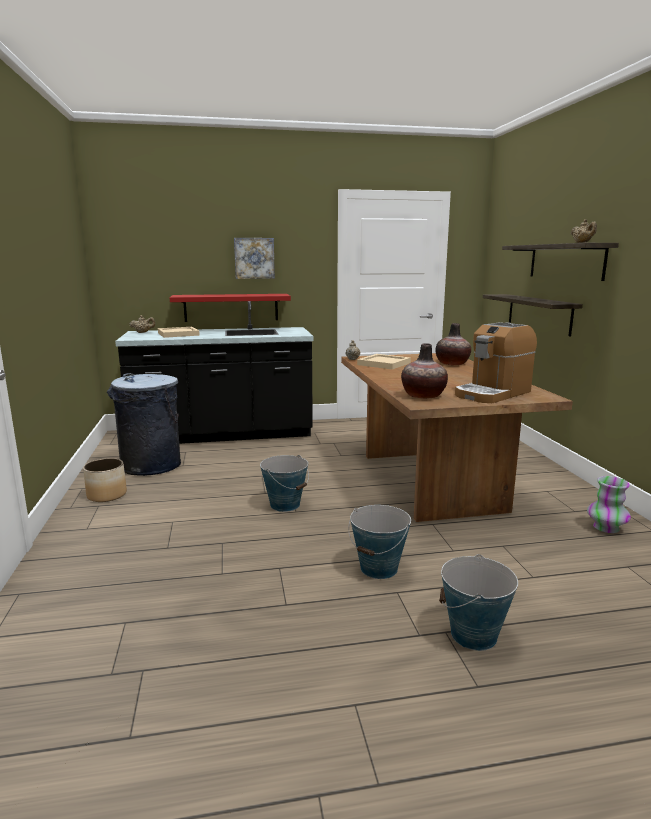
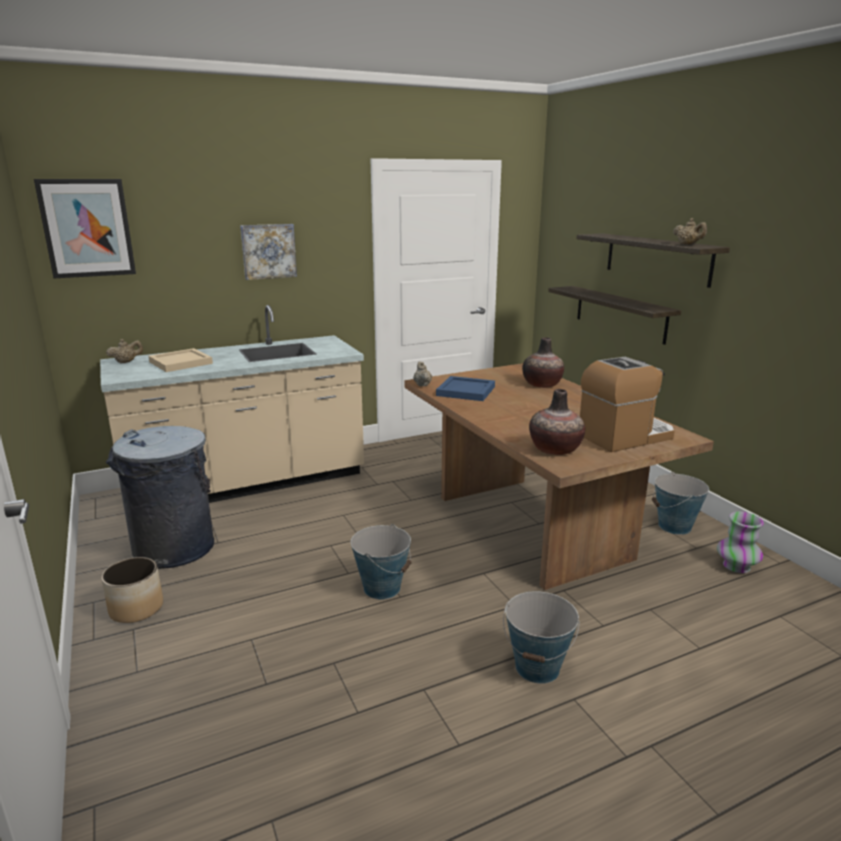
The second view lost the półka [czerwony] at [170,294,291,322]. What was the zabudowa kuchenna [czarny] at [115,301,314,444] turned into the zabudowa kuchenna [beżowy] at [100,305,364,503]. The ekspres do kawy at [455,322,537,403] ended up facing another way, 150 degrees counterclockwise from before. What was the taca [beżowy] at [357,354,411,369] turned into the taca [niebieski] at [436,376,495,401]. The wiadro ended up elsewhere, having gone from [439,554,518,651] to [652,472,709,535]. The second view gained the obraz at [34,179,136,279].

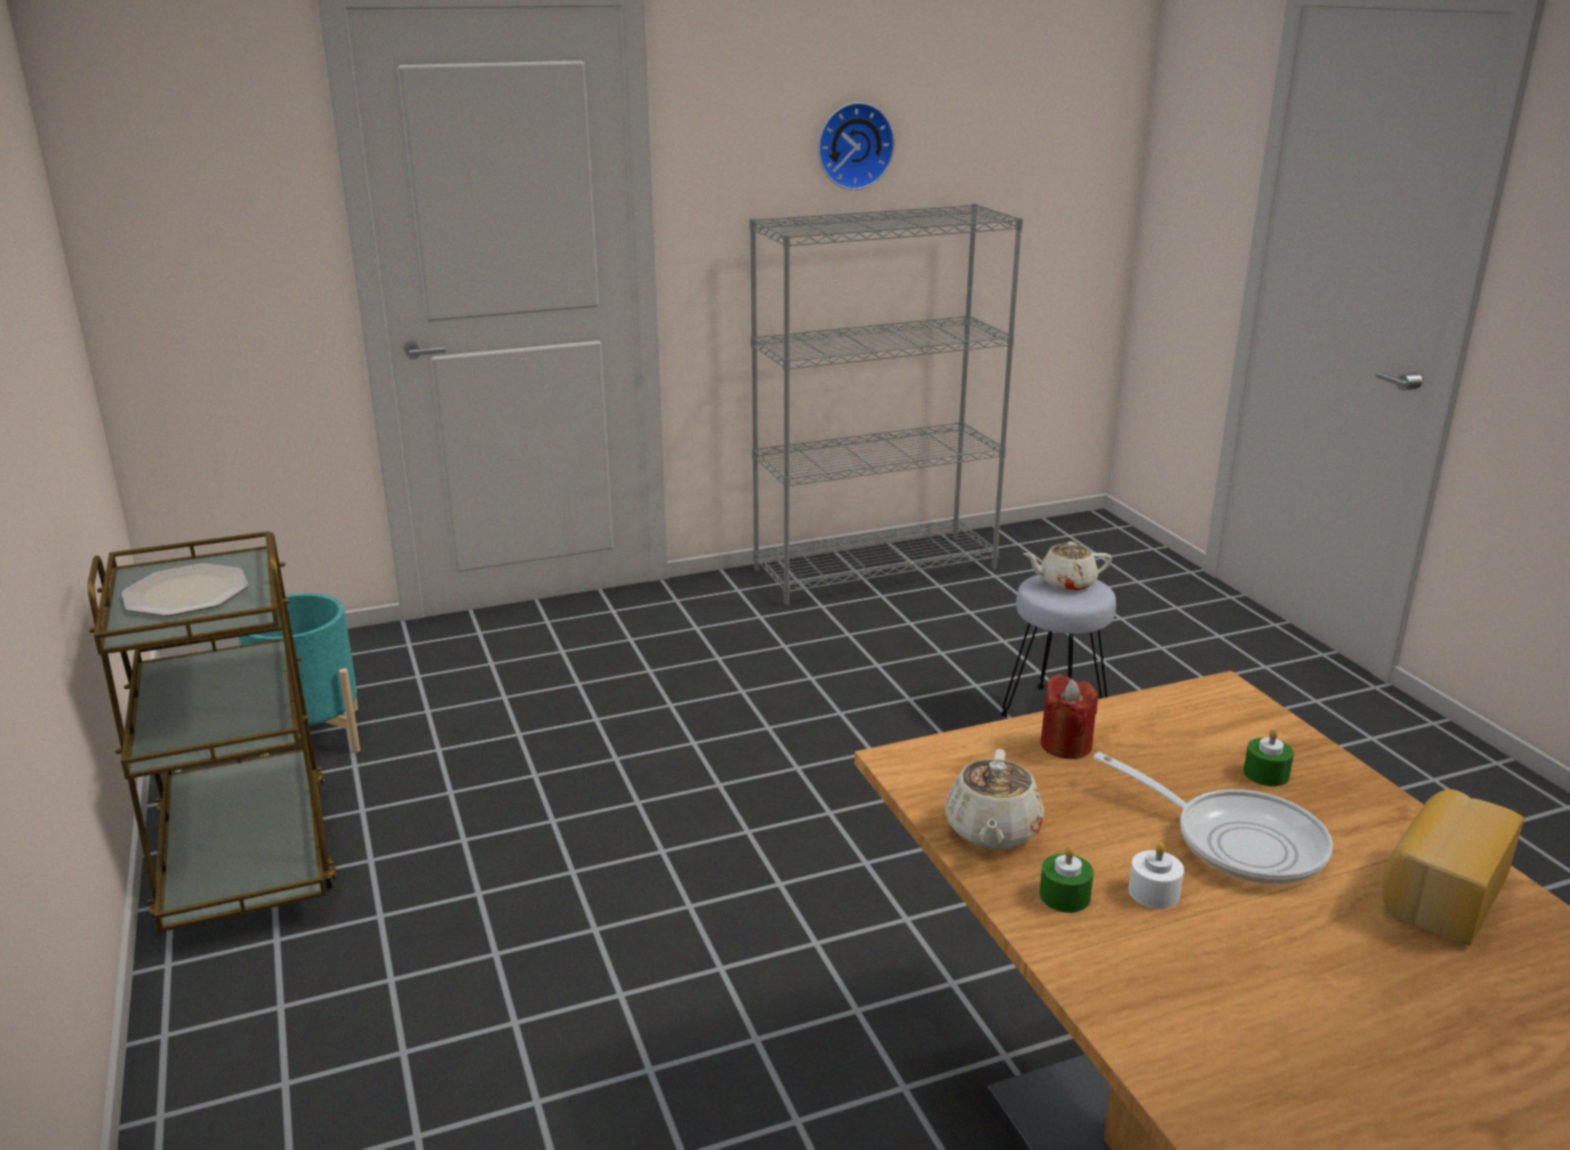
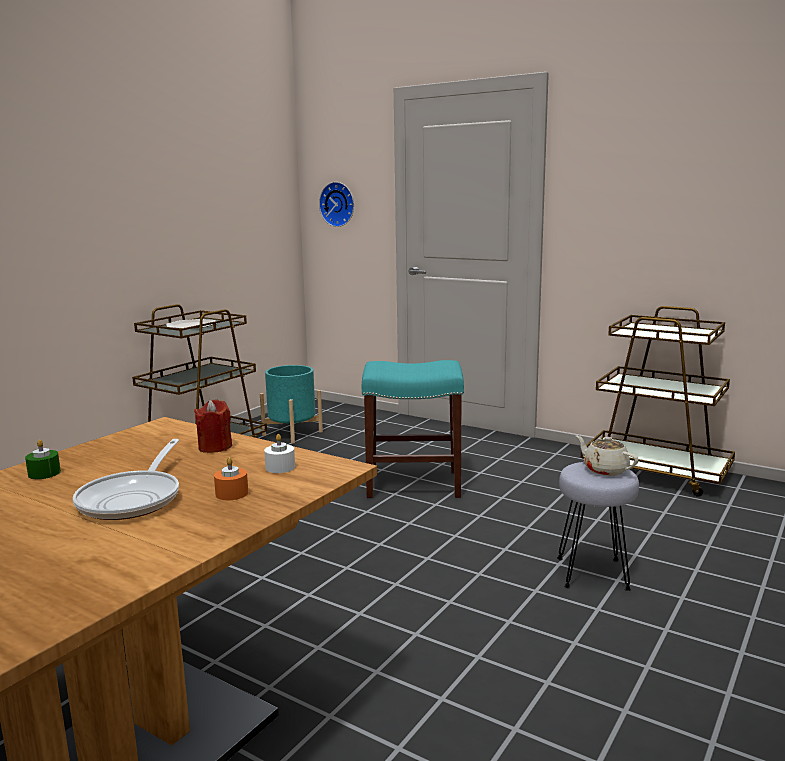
The zegar ścienny ended up elsewhere, having gone from [818,102,895,190] to [319,182,354,227]. Where the regał [szary] stood at [749,203,1023,605], the wózek [brązowy] came to stand at [581,306,735,497]. What was the świeca [zielony] at [1243,728,1294,786] turned into the świeca [pomarańczowy] at [214,457,248,500]. The second view lost the imbryk [beżowy] at [945,749,1044,849]. The second view lost the chleb at [1382,789,1524,946]. The świeca [biały] ended up elsewhere, having gone from [1128,843,1184,909] to [264,434,295,473]. The second view gained the stołek [turkusowy] at [362,360,464,498].

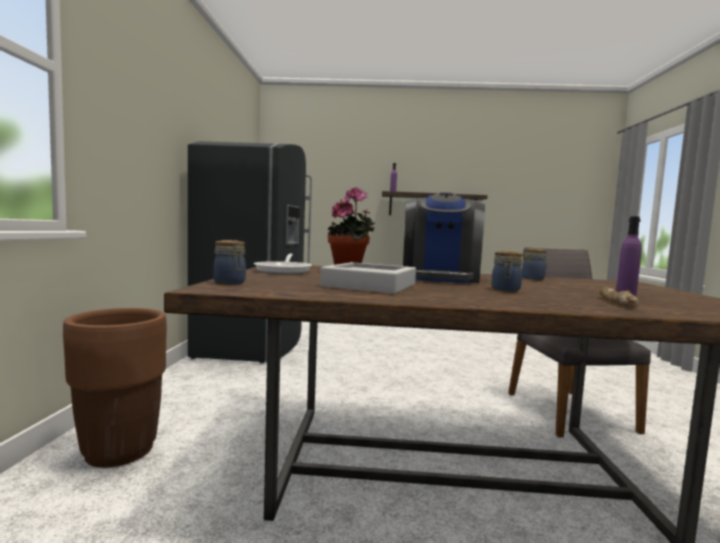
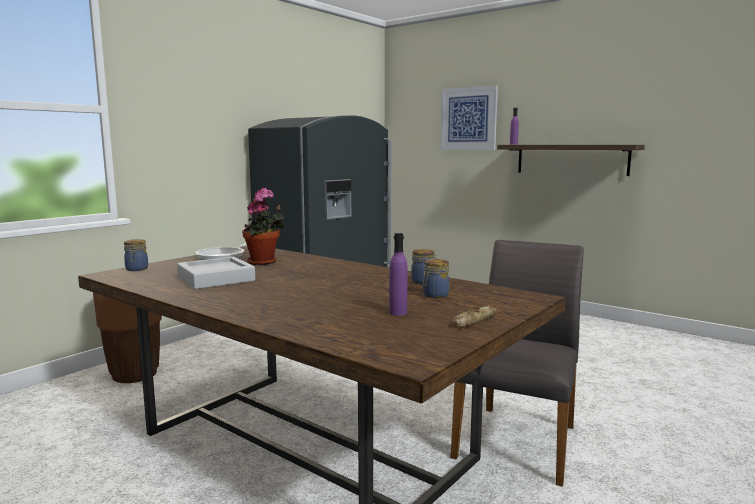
The second view lost the ekspres do kawy at [403,192,485,283]. The słoik ended up elsewhere, having gone from [491,251,523,292] to [423,259,449,298]. The chleb ended up elsewhere, having gone from [600,287,639,307] to [453,305,497,328]. The second view gained the obraz at [441,85,498,150].

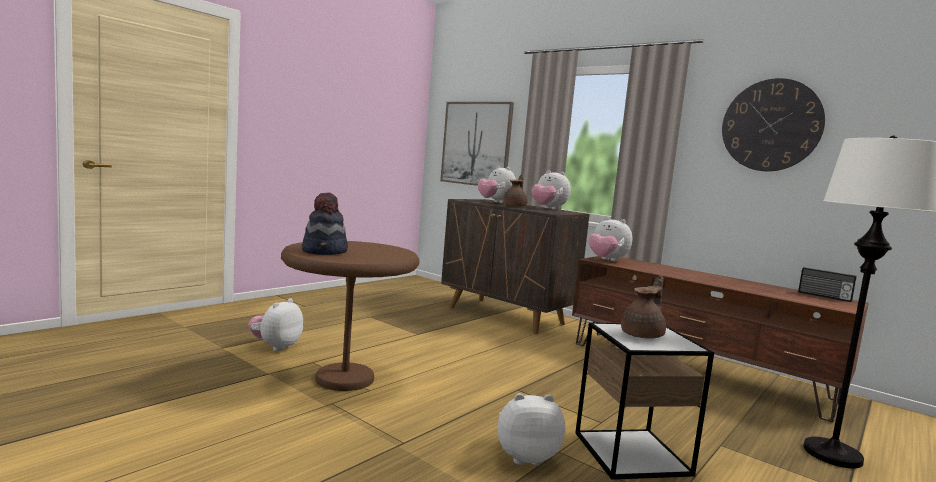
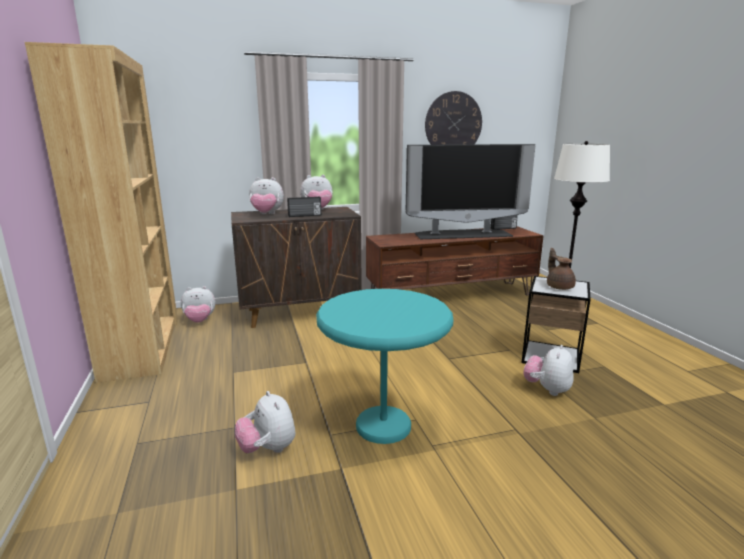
The second view lost the obraz at [440,102,514,186]. Where the imbryk [brązowy] stood at [503,174,527,207], the radio came to stand at [287,196,321,217]. The second view lost the kapelusz at [302,193,348,255]. The pluszak ended up elsewhere, having gone from [588,217,632,261] to [181,286,215,323]. What was the stolik [brązowy] at [281,241,420,391] turned into the stolik [turkusowy] at [316,289,453,444]. The second view gained the regał [brązowy] at [25,42,178,383]. The second view gained the telewizor at [406,144,535,239].

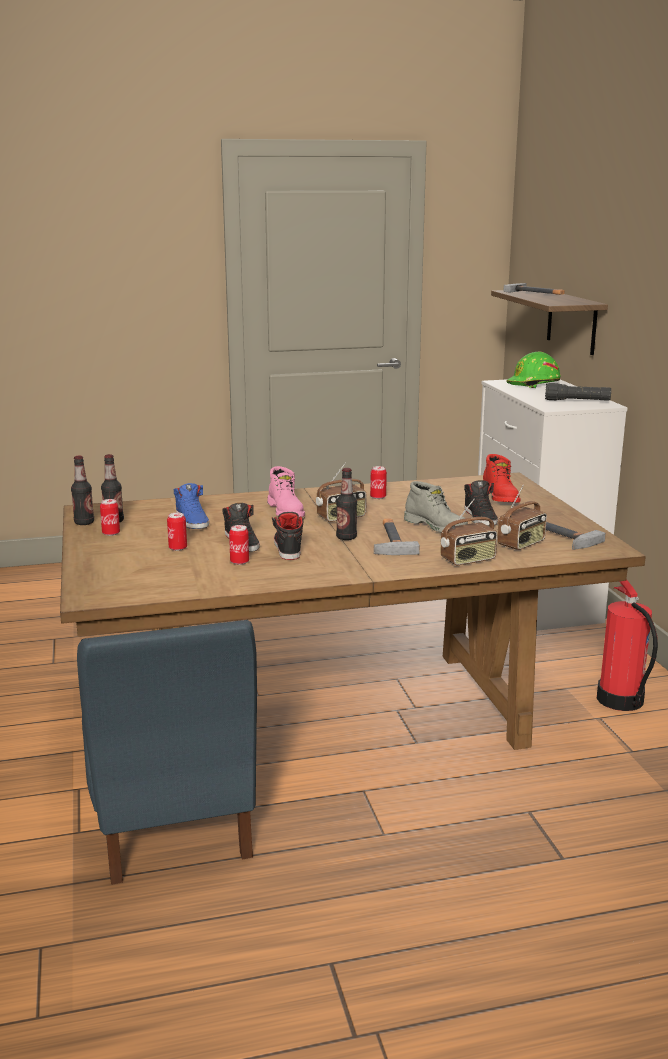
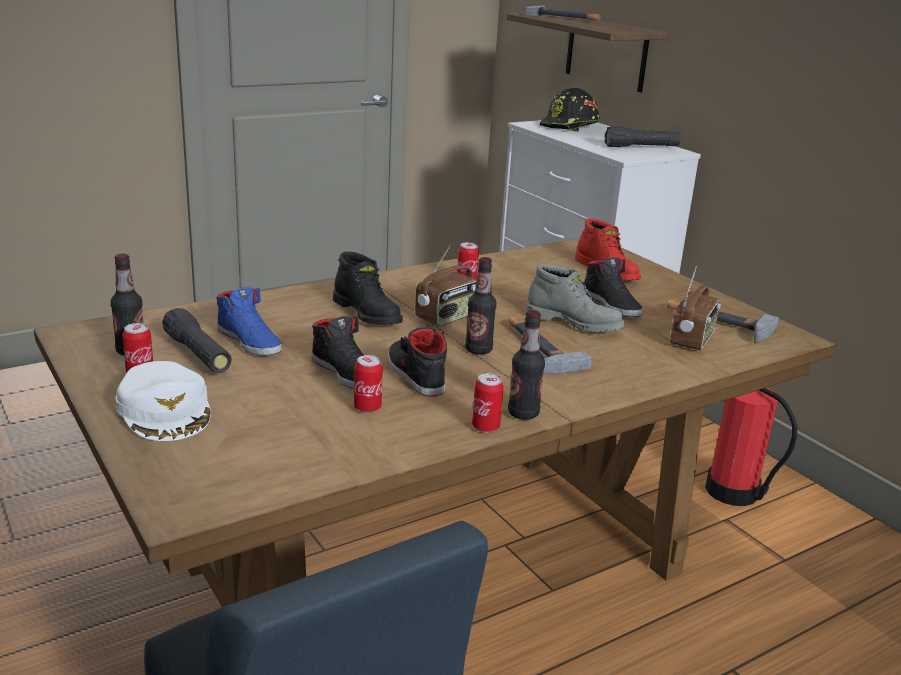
What was the kask [zielony] at [506,352,561,388] turned into the kask [czarny] at [540,88,600,132]. The butelka ended up elsewhere, having gone from [71,456,94,525] to [508,310,545,420]. What was the but z cholewką [różowy] at [267,466,305,517] turned into the but z cholewką [czarny] at [333,251,403,325]. The second view lost the radio at [441,499,497,565]. The puszka ended up elsewhere, having gone from [167,512,187,551] to [472,373,504,433]. The second view gained the latarka [czarny] at [162,308,232,373]. The second view gained the czapka z daszkiem [biały] at [116,361,211,441].

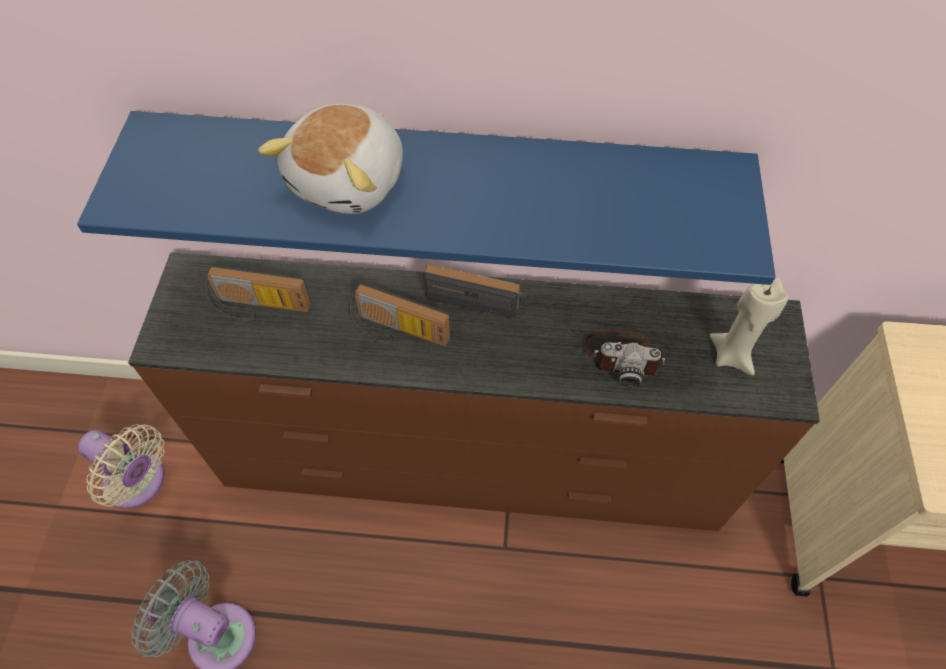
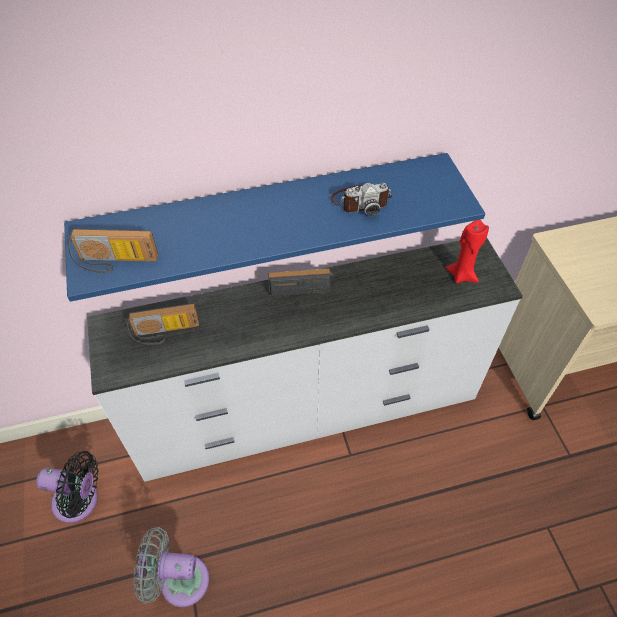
The second view lost the pluszak at [258,104,403,214]. What was the komoda [brązowy] at [128,252,820,531] turned into the komoda [biały] at [87,238,523,482]. What was the świeca [beżowy] at [710,277,789,375] turned into the świeca [czerwony] at [445,220,489,284]. The radio ended up elsewhere, having gone from [349,283,451,346] to [68,229,158,273]. The aparat fotograficzny ended up elsewhere, having gone from [584,330,666,387] to [330,183,392,216]. What was the wentylator [beżowy] at [78,424,165,509] turned into the wentylator [czarny] at [36,451,99,523].

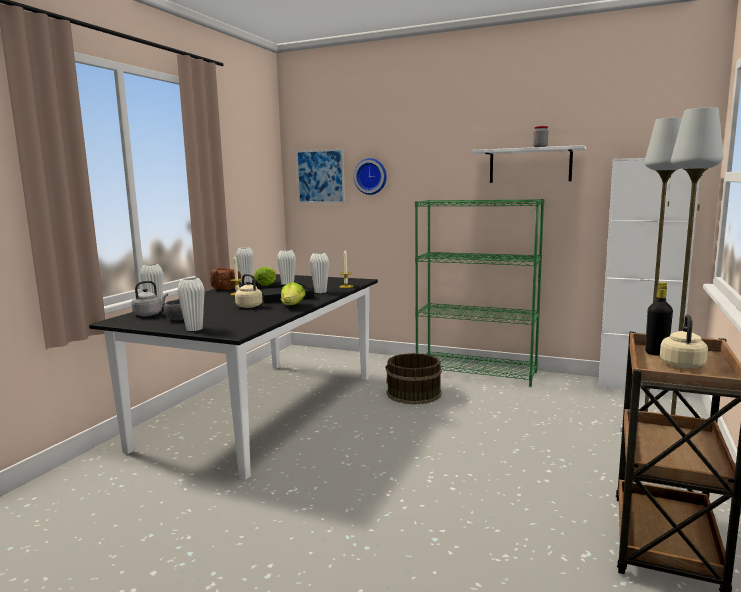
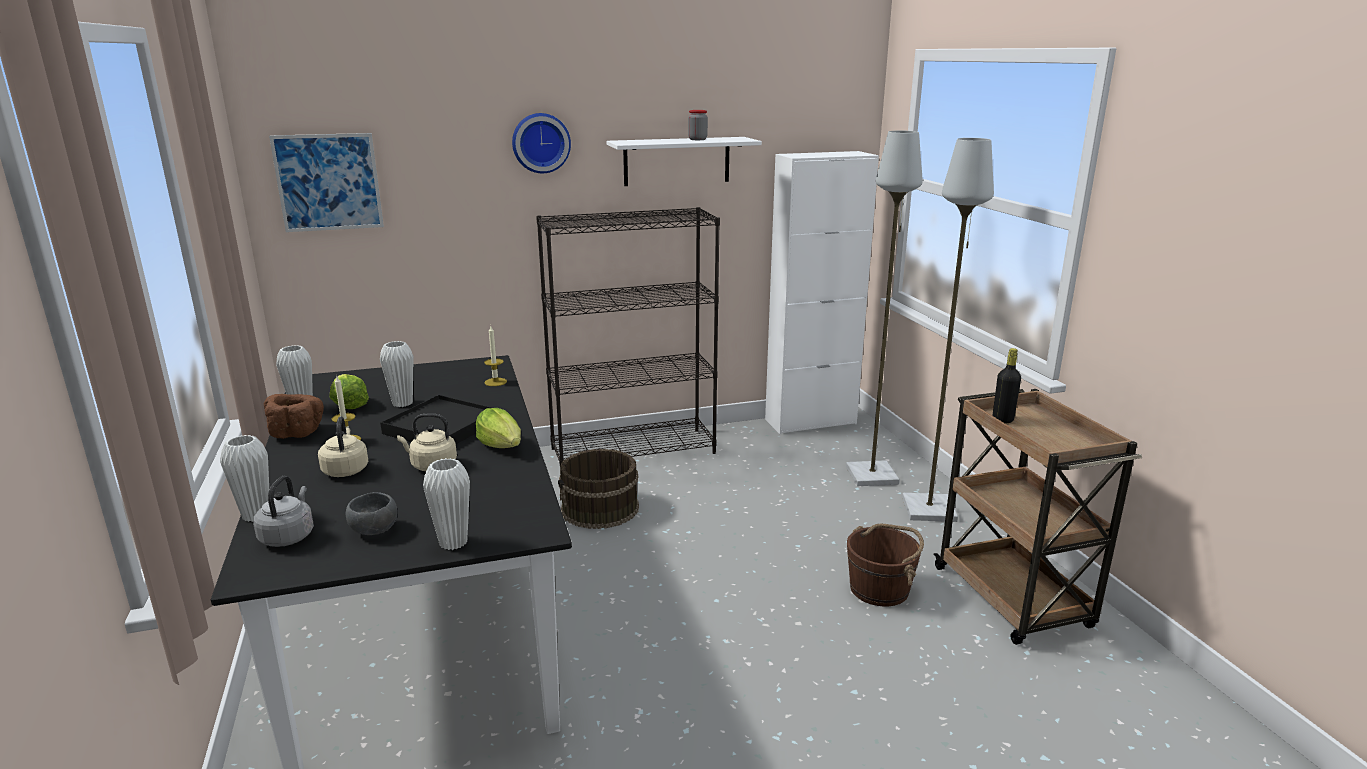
The zegar ścienny ended up elsewhere, having gone from [354,158,387,195] to [512,113,571,173]. What was the regał [zielony] at [415,199,544,387] turned into the regał [czarny] at [536,207,720,466]. The second view lost the wazon [biały] at [310,253,329,293]. The czajnik [beżowy] ended up elsewhere, having gone from [660,314,708,368] to [318,416,368,477]. The second view gained the wiadro [brązowy] at [847,524,924,606].

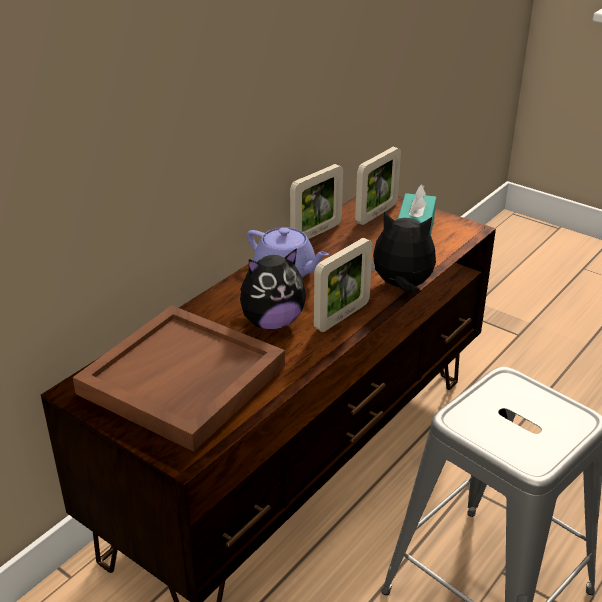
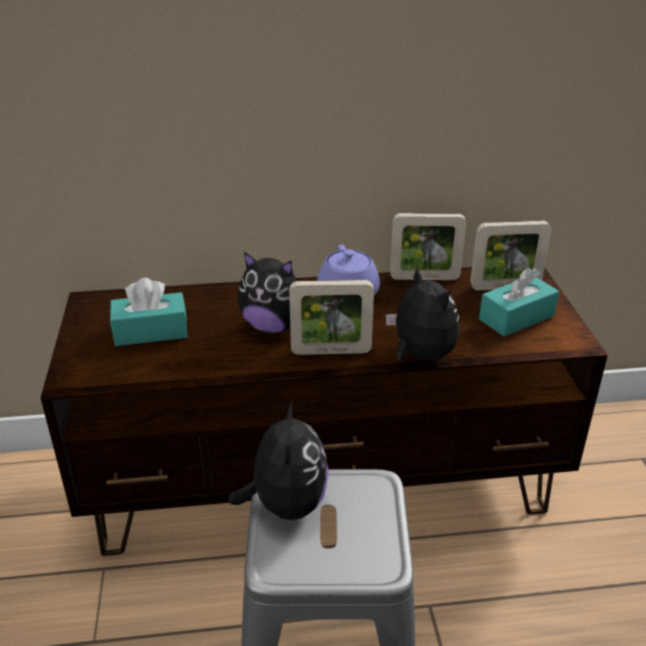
Where the taca [brązowy] stood at [73,305,285,452], the pudełko chusteczek [turkusowy] came to stand at [110,278,188,346]. The second view gained the pluszak at [229,399,329,520].

